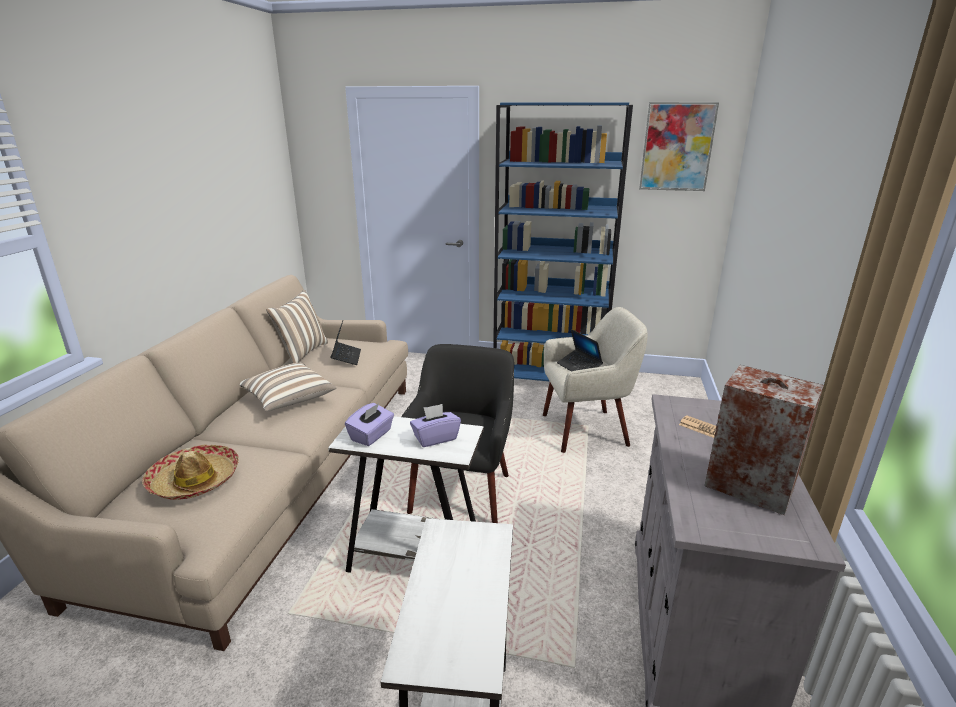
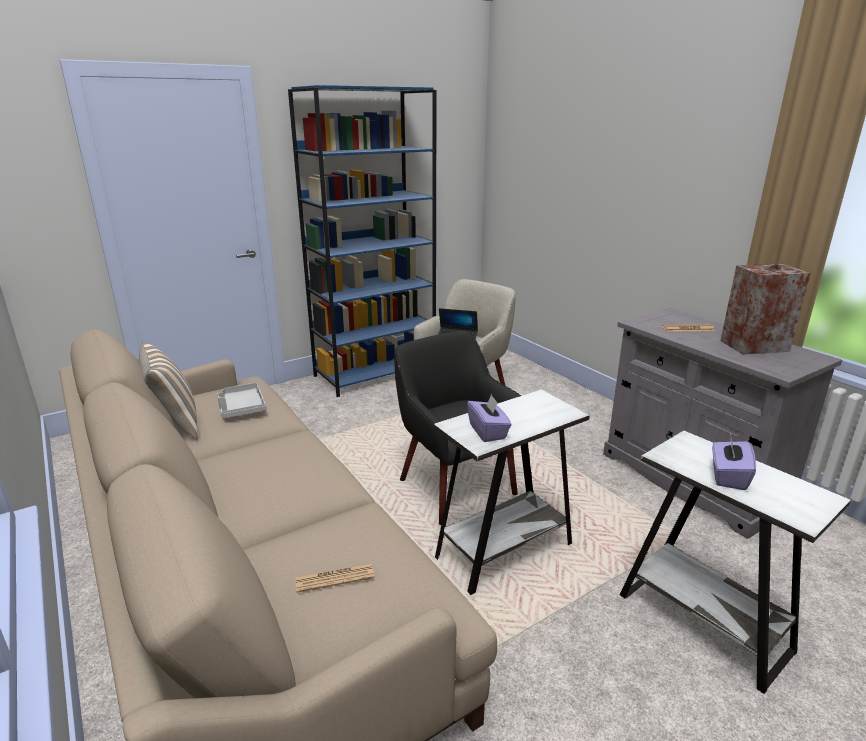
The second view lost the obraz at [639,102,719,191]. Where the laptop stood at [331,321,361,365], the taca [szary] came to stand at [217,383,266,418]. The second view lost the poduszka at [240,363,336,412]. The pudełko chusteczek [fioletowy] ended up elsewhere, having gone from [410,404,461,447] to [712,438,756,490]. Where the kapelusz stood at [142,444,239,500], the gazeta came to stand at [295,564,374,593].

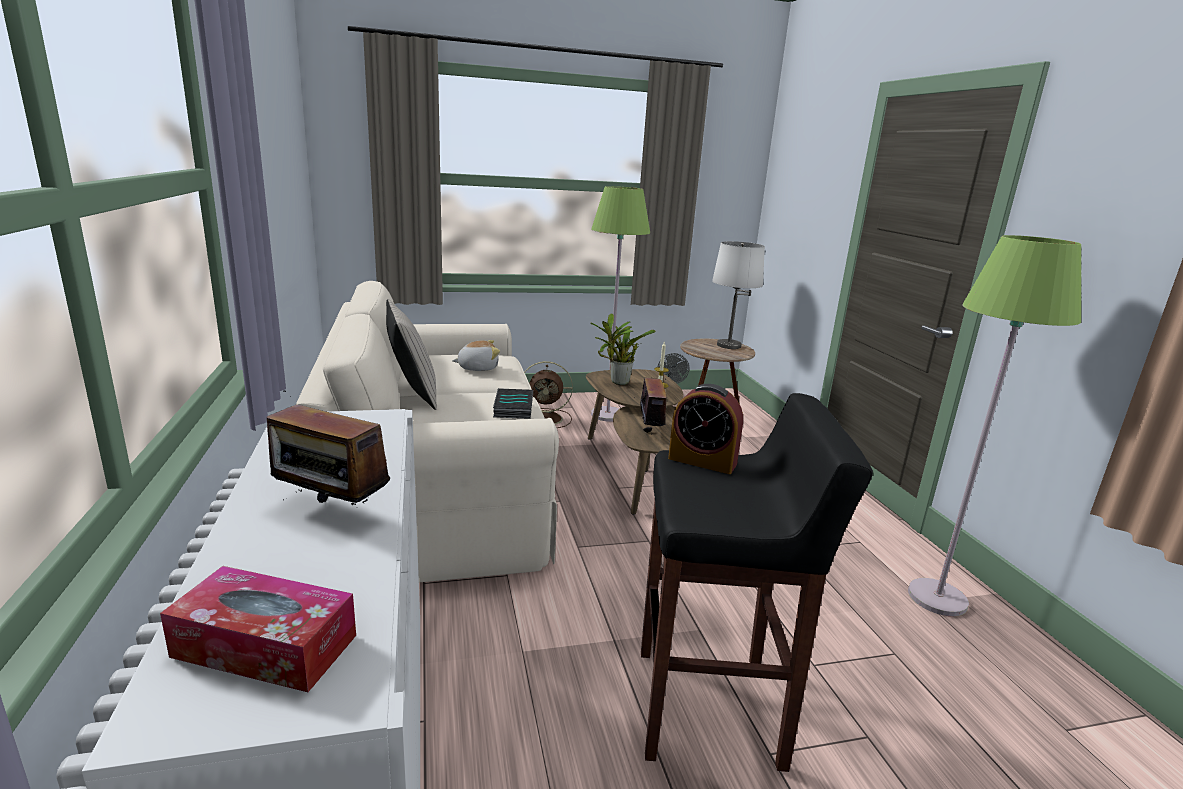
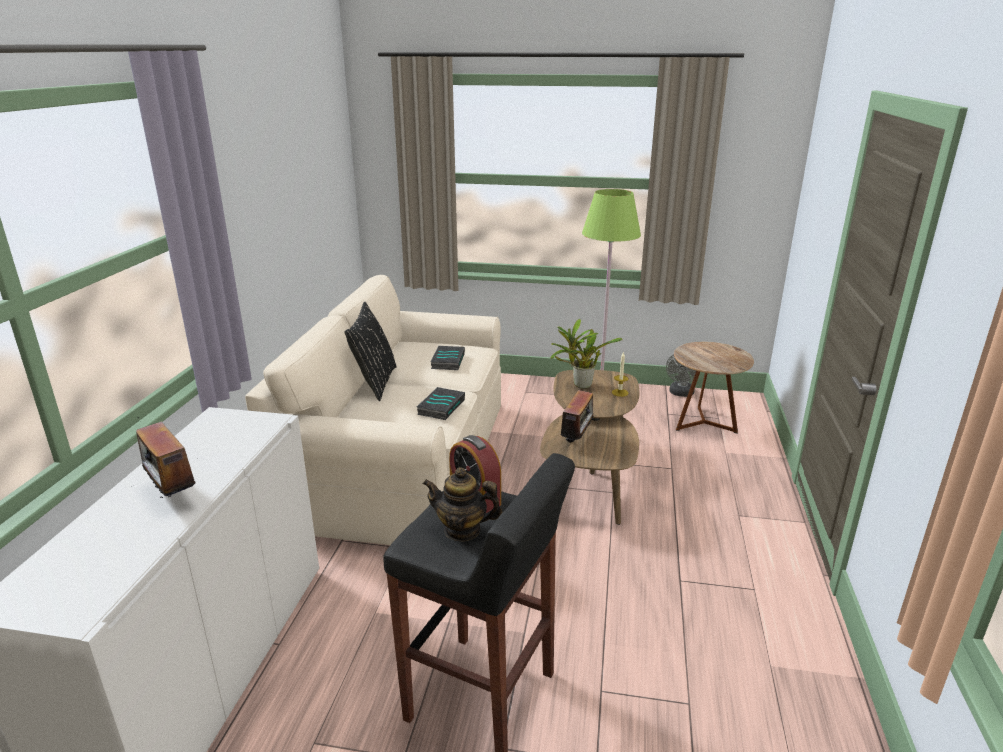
The second view lost the lampa stojąca [zielony] at [908,235,1081,616]. The second view lost the lampa stołowa [biały] at [712,241,765,349]. What was the poduszka [beżowy] at [386,299,437,410] turned into the poduszka [czarny] at [344,302,397,401]. Where the pluszak stood at [452,340,500,371], the książka came to stand at [431,346,465,370]. The second view lost the wentylator [brązowy] at [524,361,573,428]. The second view lost the pudełko chusteczek at [160,566,356,692]. The second view gained the imbryk at [423,467,502,541].

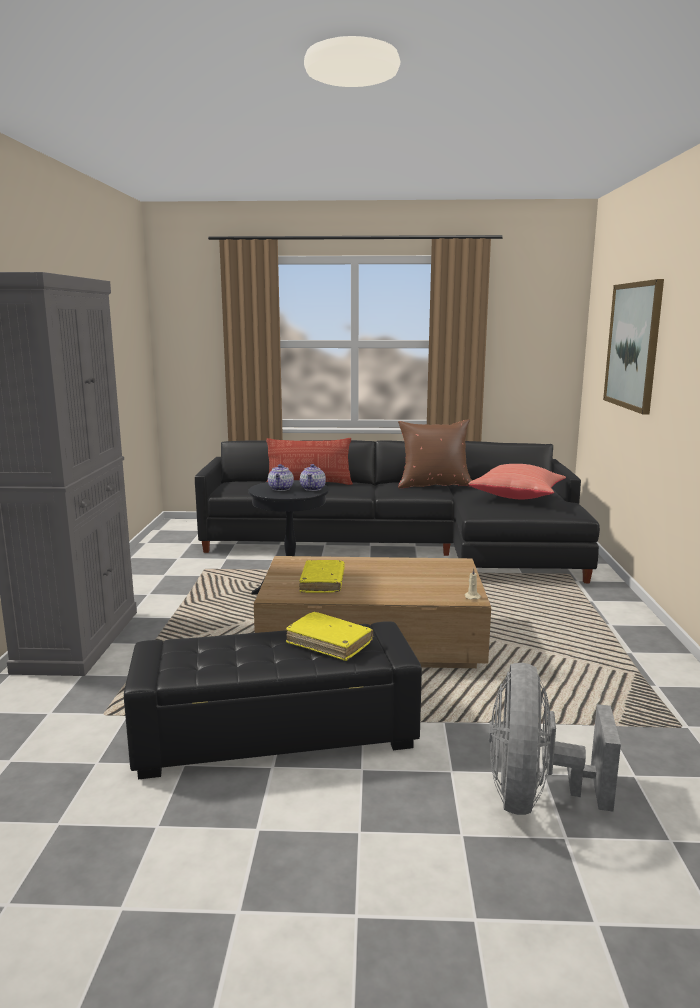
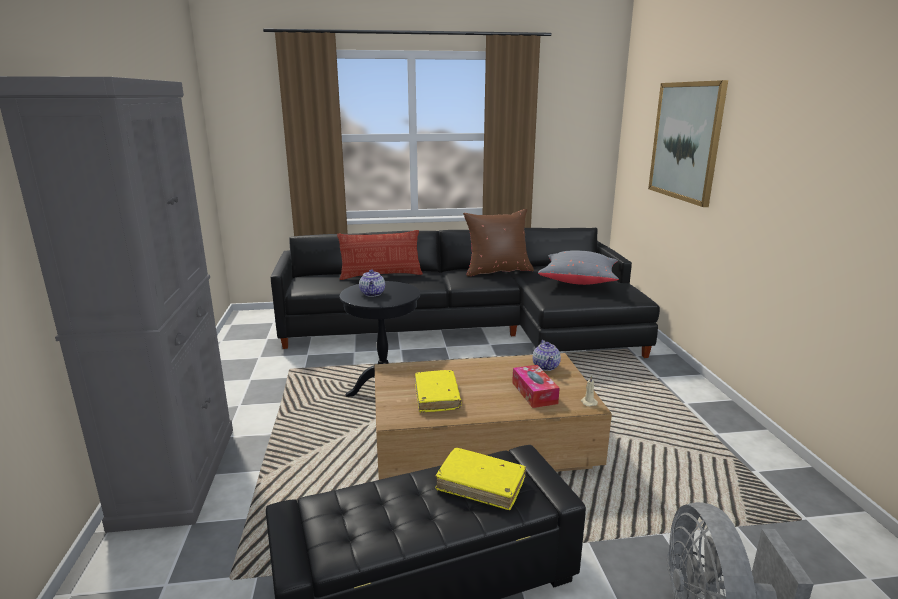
The imbryk ended up elsewhere, having gone from [300,464,326,491] to [533,340,561,371]. What was the poduszka [czerwony] at [469,464,566,499] turned into the poduszka [szary] at [538,251,619,285]. The second view gained the pudełko chusteczek at [512,365,560,408].

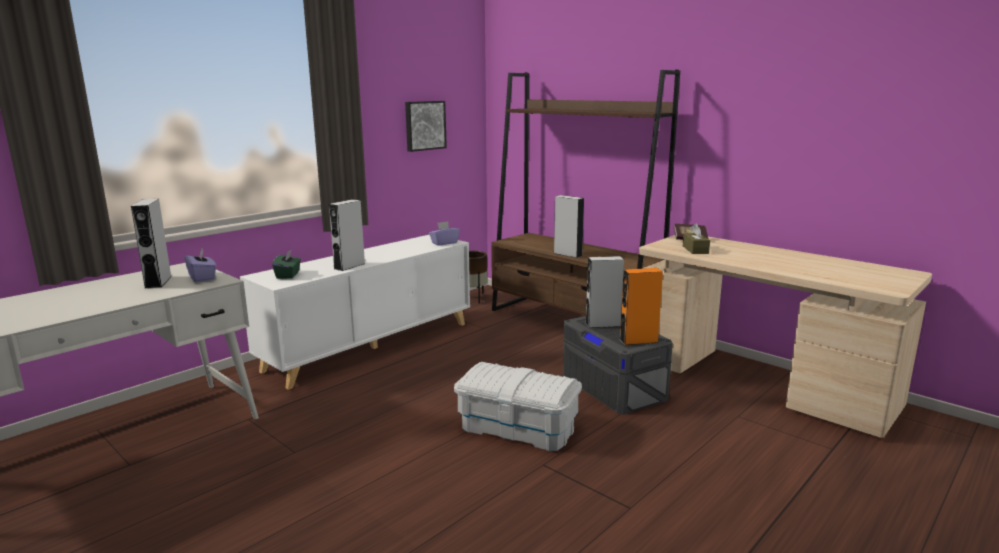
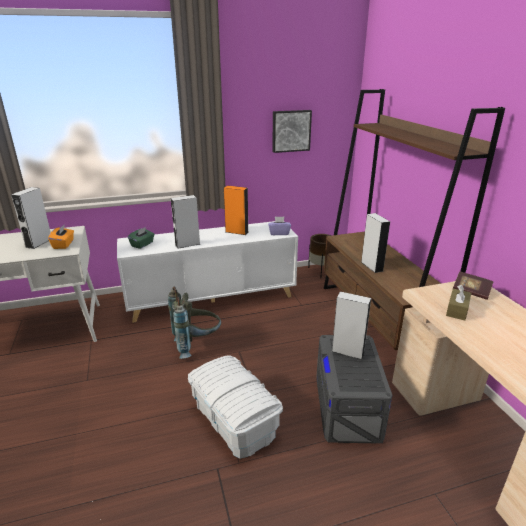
What was the pudełko chusteczek [fioletowy] at [184,249,217,282] turned into the pudełko chusteczek [pomarańczowy] at [48,224,74,249]. The głośnik [pomarańczowy] ended up elsewhere, having gone from [620,268,663,345] to [224,186,248,235]. The second view gained the plecak [szary] at [168,286,221,359].

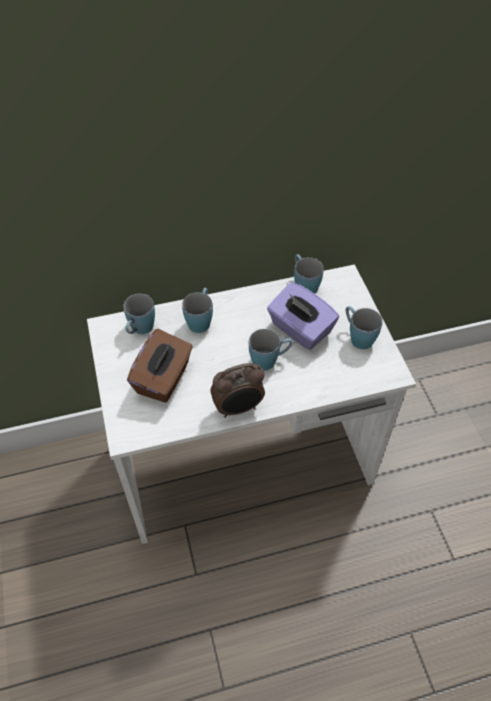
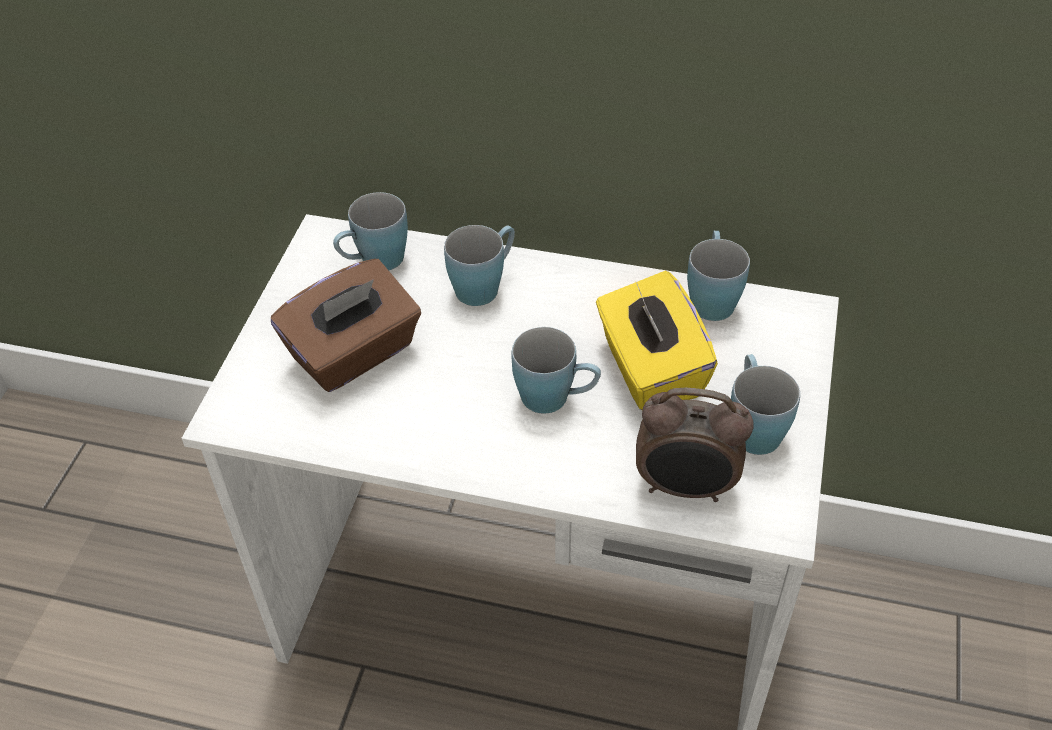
What was the pudełko chusteczek [fioletowy] at [267,282,339,350] turned into the pudełko chusteczek [żółty] at [596,271,718,410]. The budzik ended up elsewhere, having gone from [210,363,265,418] to [636,388,754,502].

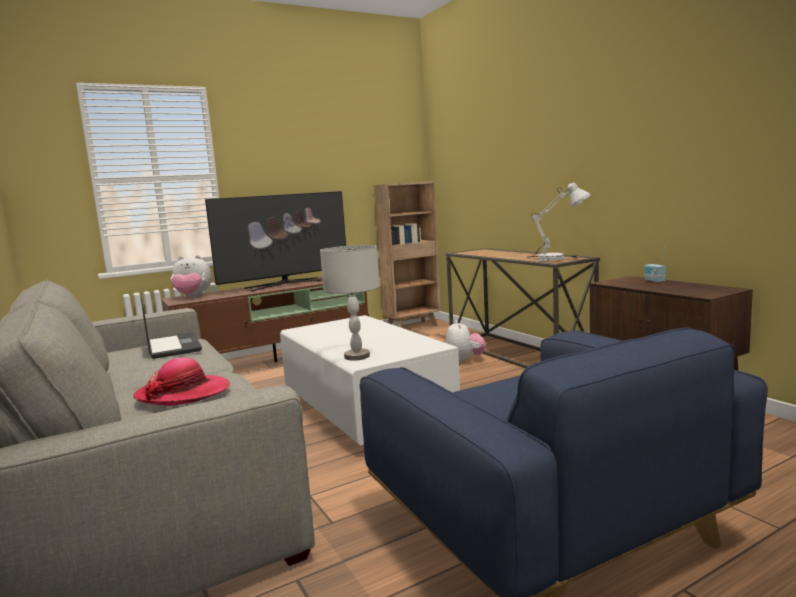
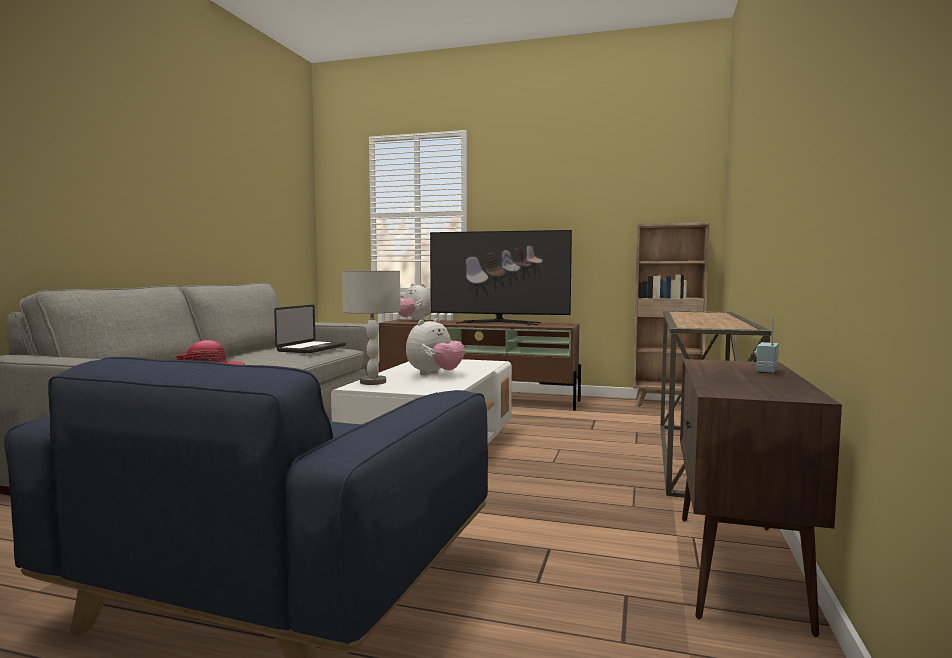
The second view lost the lampa stołowa [biały] at [527,182,591,261]. The pluszak ended up elsewhere, having gone from [446,320,486,363] to [406,318,465,375].

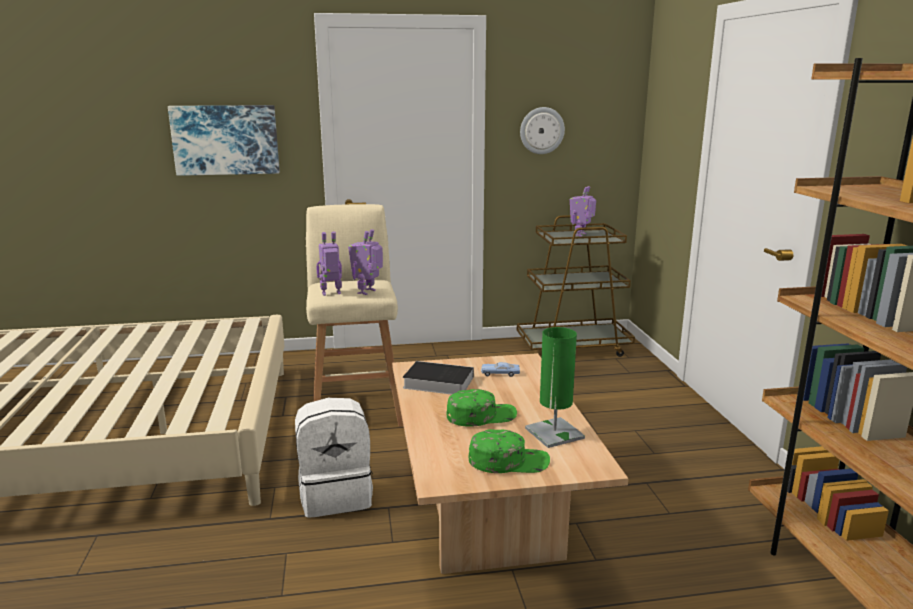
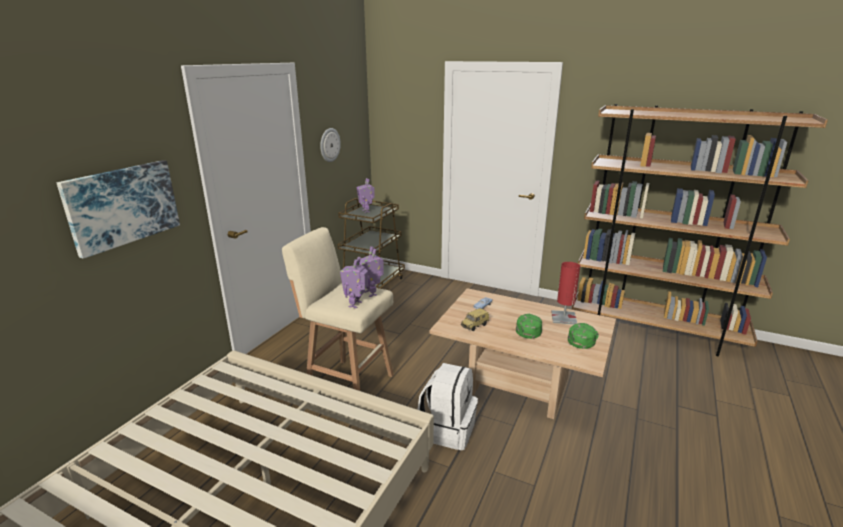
What was the lampa stołowa [zielony] at [525,327,585,448] turned into the lampa stołowa [czerwony] at [551,262,580,325]. Where the książka stood at [402,361,474,395], the samochodzik came to stand at [461,308,489,331].

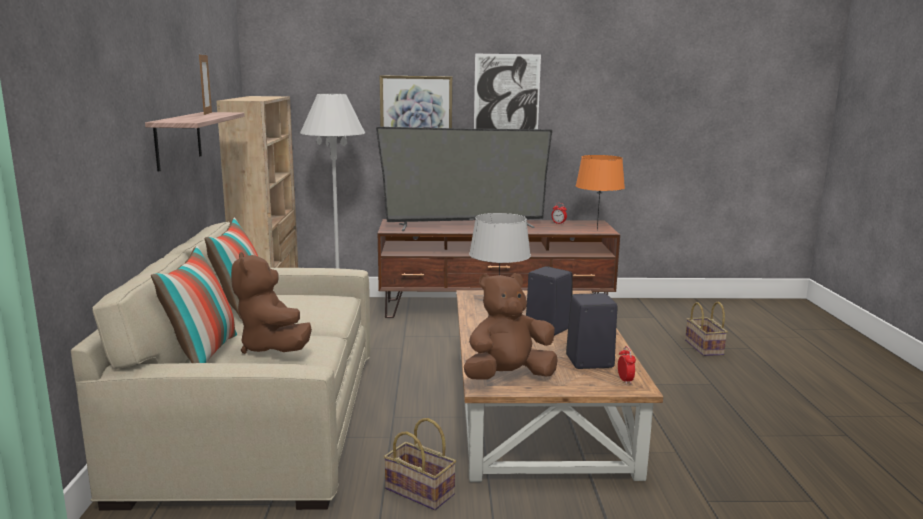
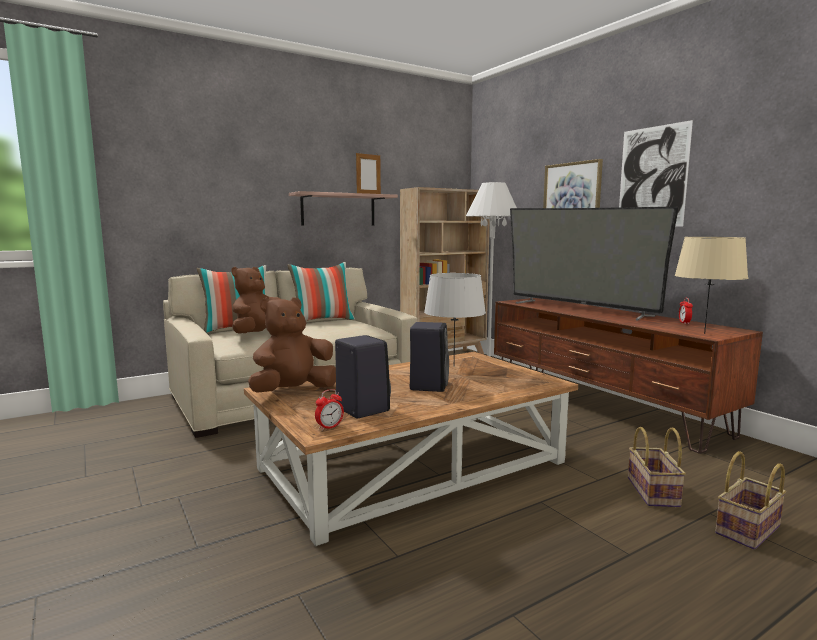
What was the lampa stołowa [pomarańczowy] at [576,155,625,230] turned into the lampa stołowa [beżowy] at [675,237,748,334]. The pluszak [brązowy] at [464,273,558,380] ended up facing another way, 75 degrees counterclockwise from before. The koszyk ended up elsewhere, having gone from [384,418,456,510] to [628,427,686,507].

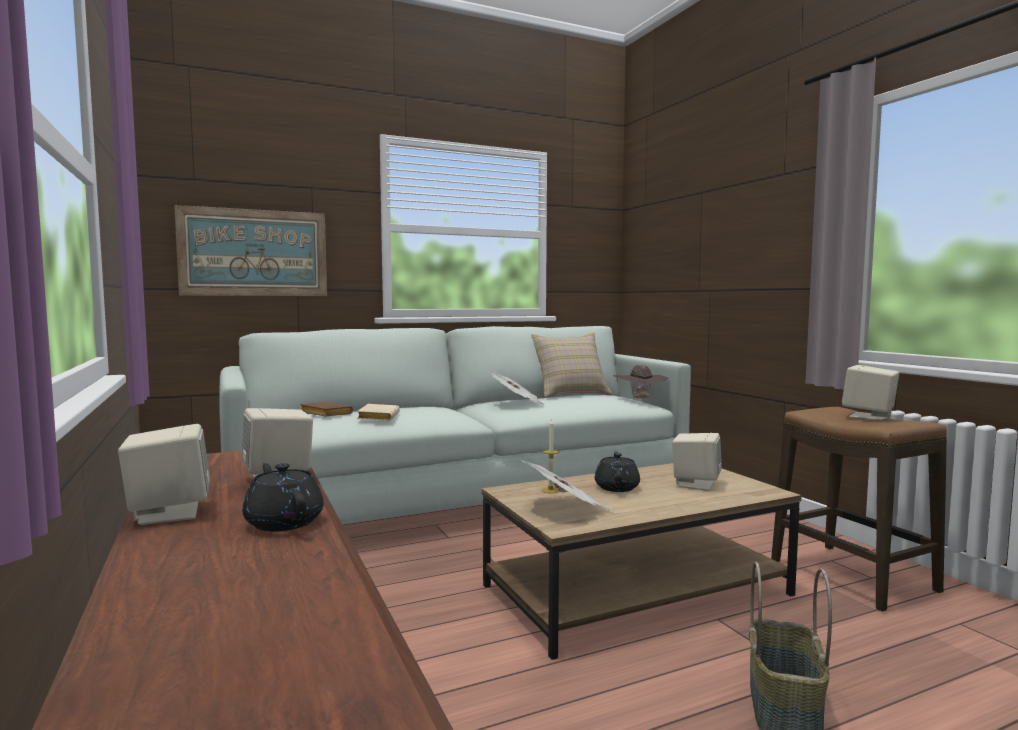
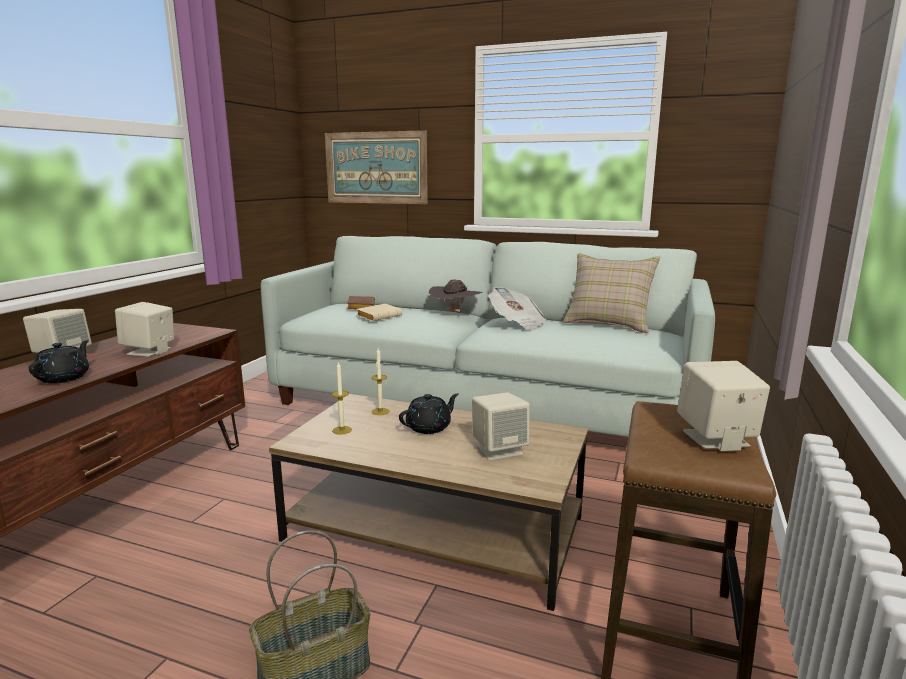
The kapelusz [brązowy] ended up elsewhere, having gone from [613,365,668,398] to [429,279,482,313]. Where the gazeta stood at [520,460,614,510], the świeca came to stand at [332,361,352,435].

